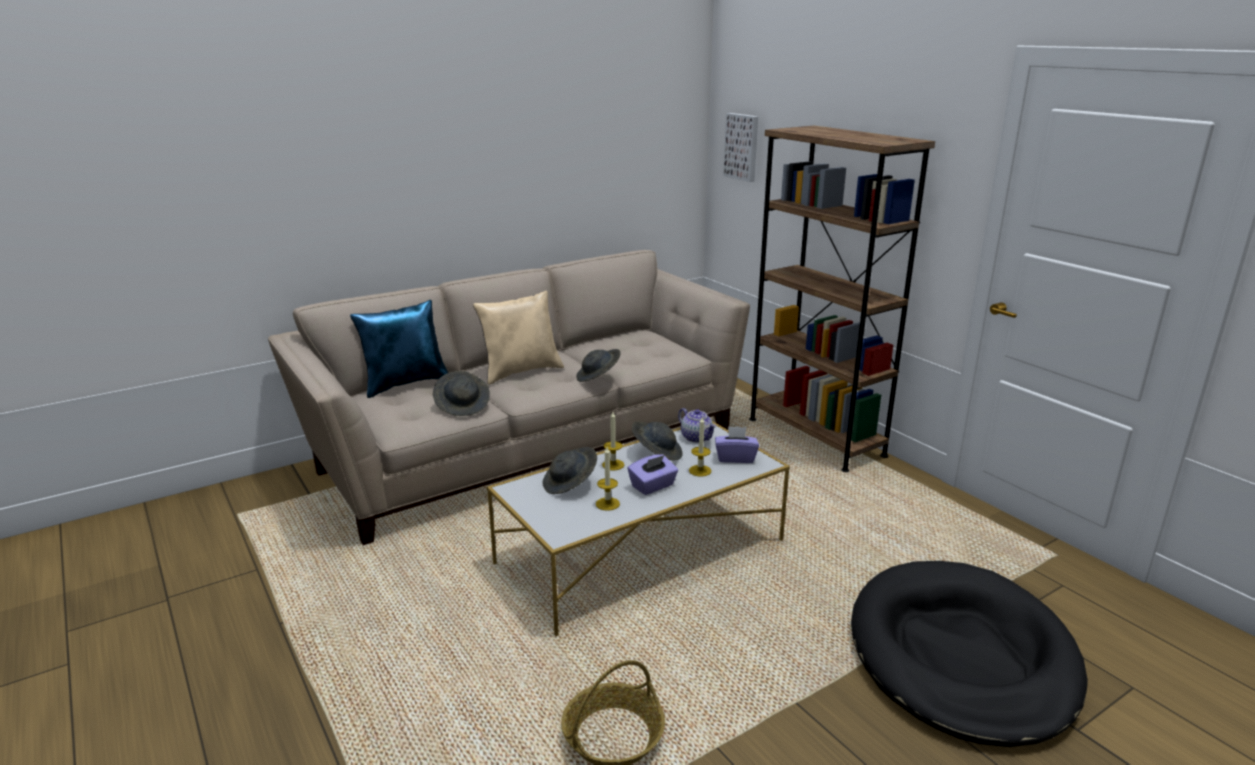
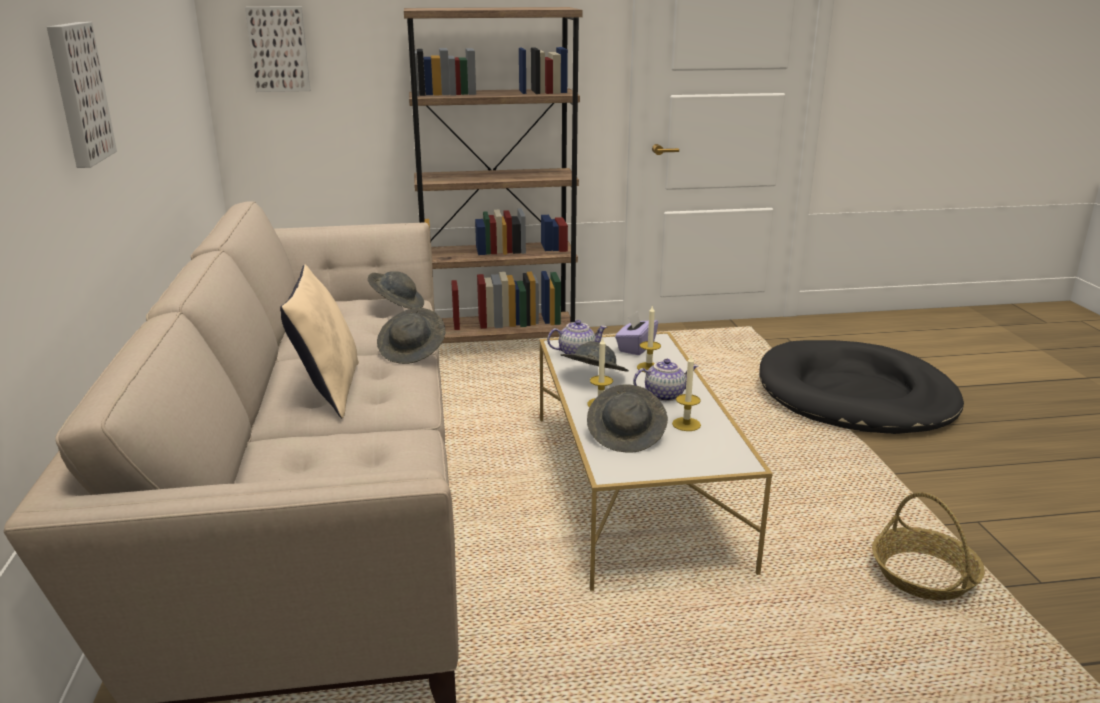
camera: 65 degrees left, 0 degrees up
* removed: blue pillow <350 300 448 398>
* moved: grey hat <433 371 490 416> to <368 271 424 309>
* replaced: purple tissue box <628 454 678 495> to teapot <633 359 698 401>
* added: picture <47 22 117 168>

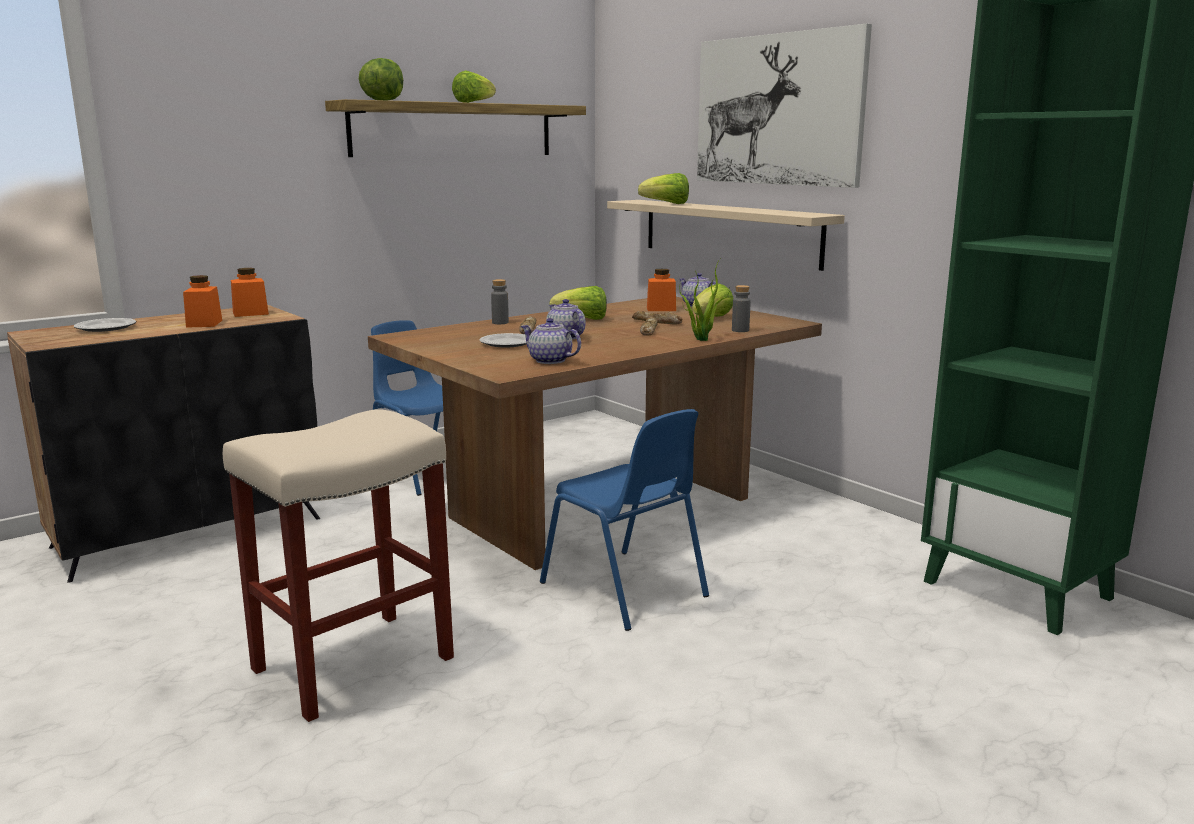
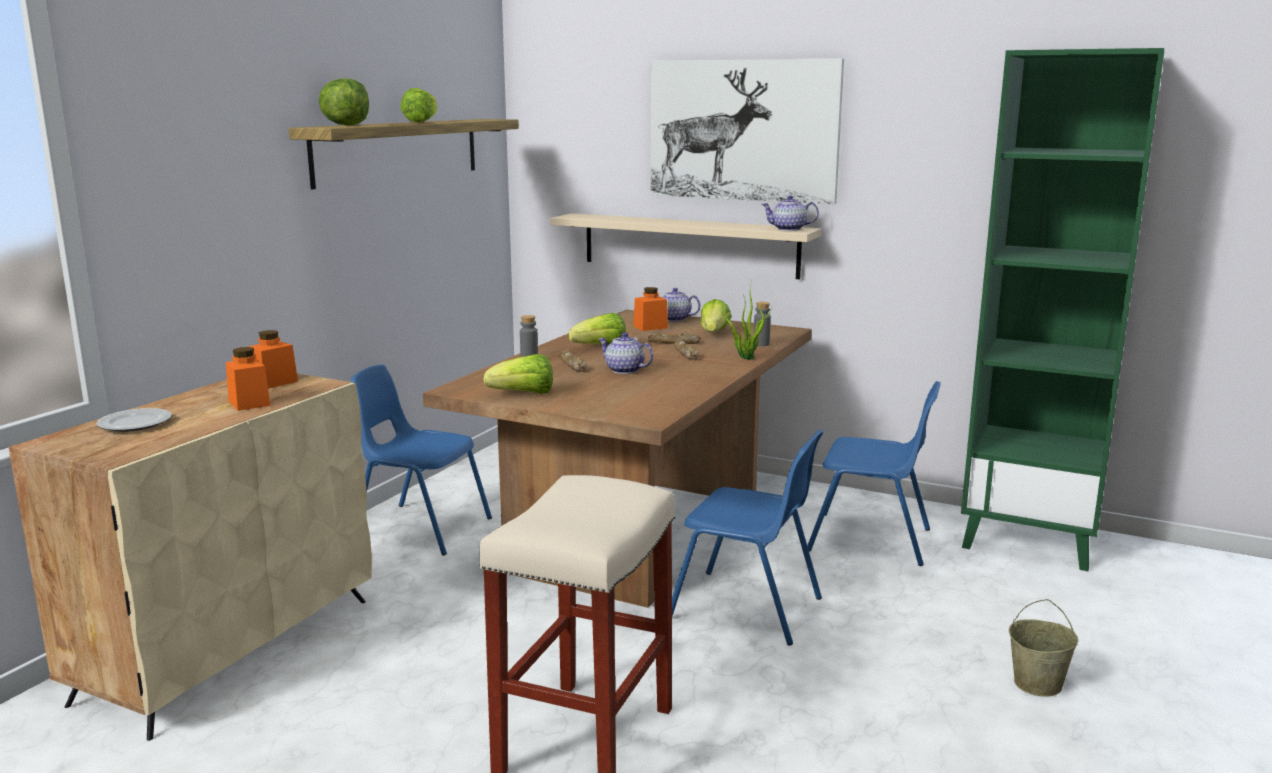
camera: 25 degrees left, 0 degrees up
* moved: lettuce <638 173 689 204> to <483 354 553 394>
* recoloured: black cabinet <7 305 320 583> to beige cabinet <9 374 372 741>
* moved: teapot <521 318 581 364> to <761 195 819 231>
* removed: plate <479 333 526 348>
* added: blue chair <807 381 941 566>
* added: beige bucket <1009 599 1079 697>

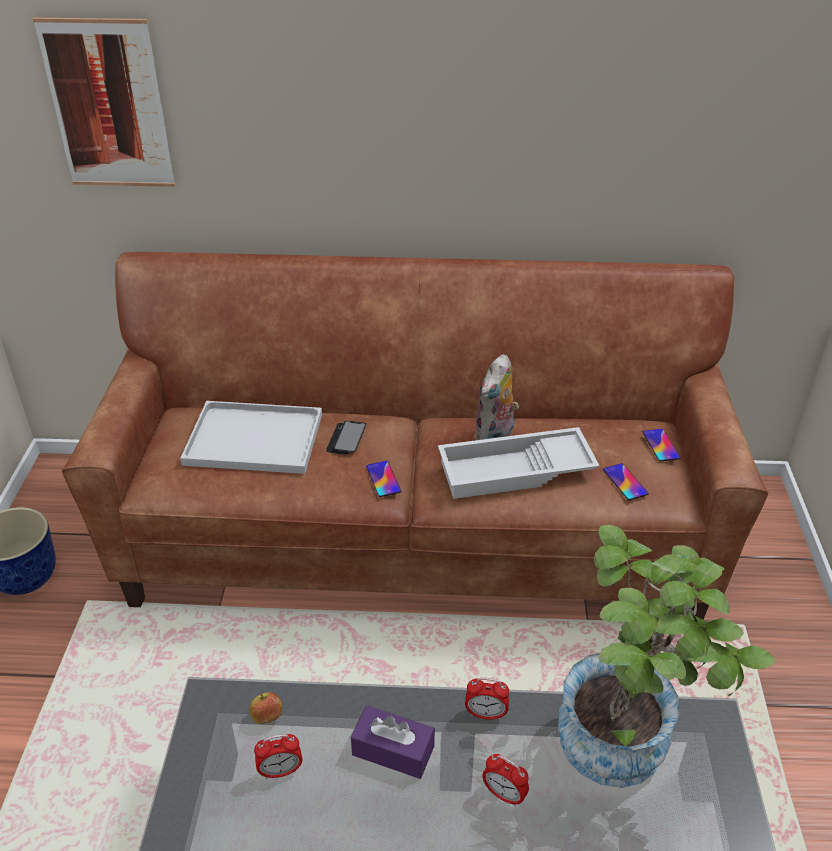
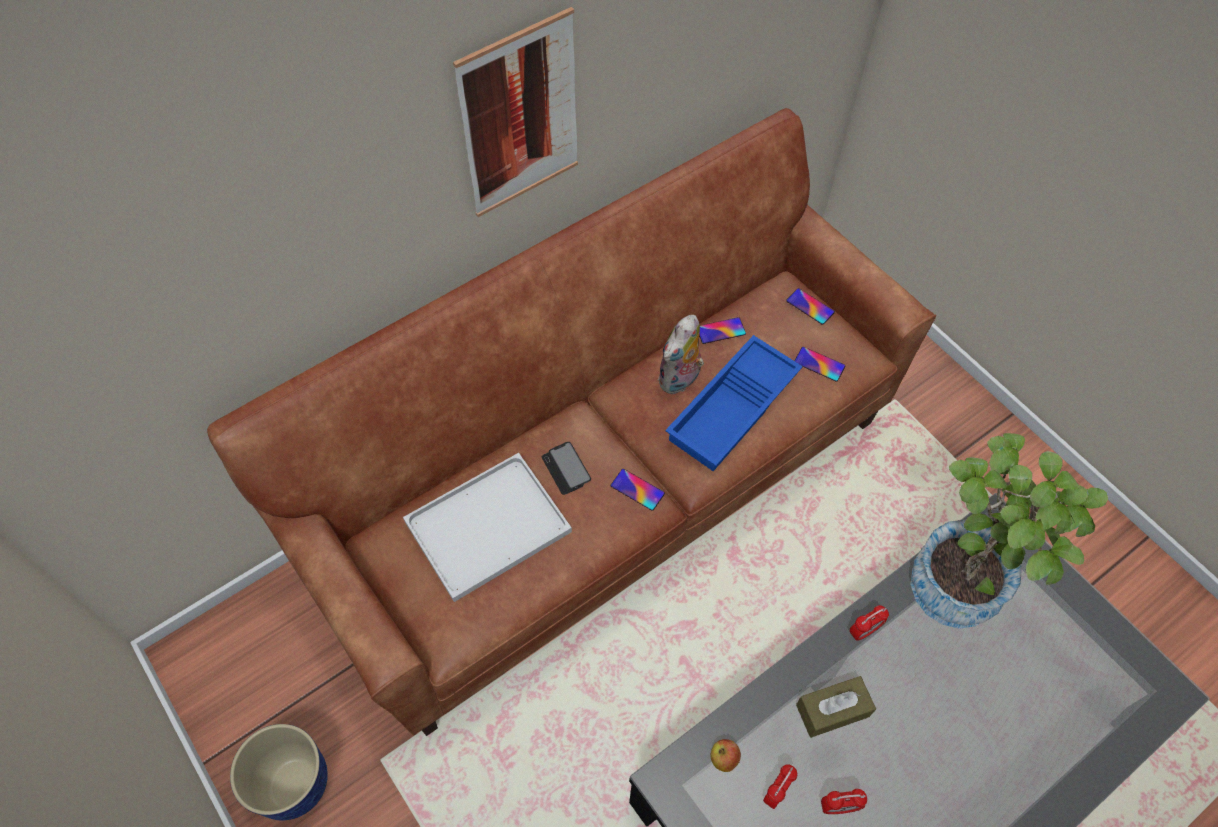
camera: 40 degrees left, 20 degrees up
* moved: picture <33 18 176 187> to <453 7 578 217>
* turned: plush toy <474 354 519 440> = <658 315 704 395> 45 degrees clockwise
* recoloured: white tray <438 427 600 499> to blue tray <665 335 803 471>
* recoloured: purple tissue box <351 705 435 779> to brown tissue box <796 676 876 738>
* moved: alarm clock <482 754 529 806> to <821 789 867 814>
* added: phone <699 317 746 344>

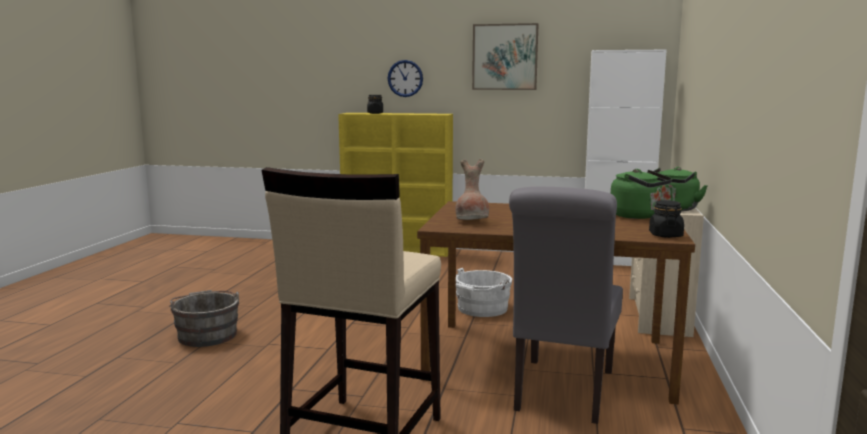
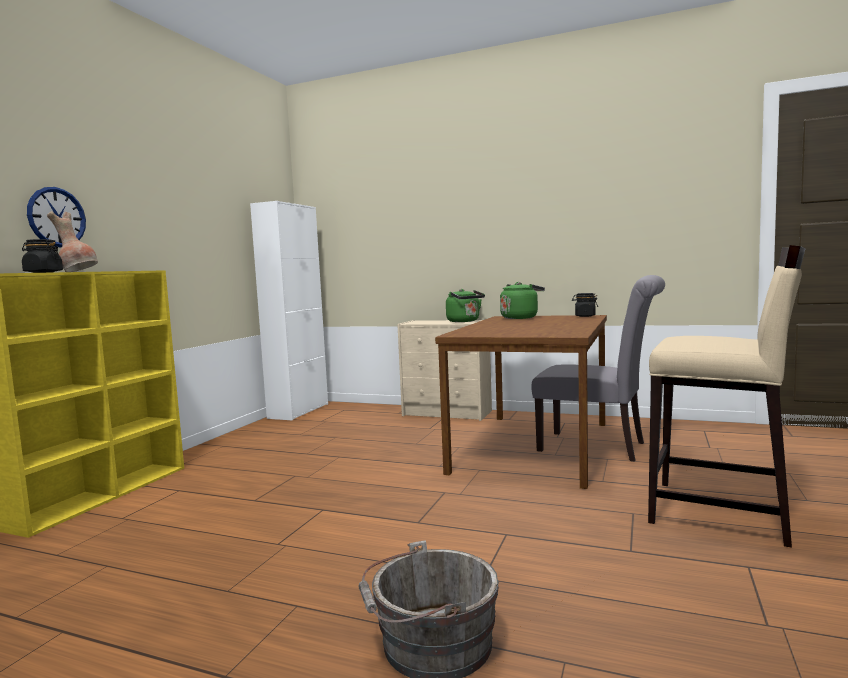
camera: 80 degrees left, 5 degrees down
* removed: picture <472 23 538 90>
* moved: brown vase <455 159 489 220> to <47 211 98 272>
* removed: white bucket <456 268 512 317>

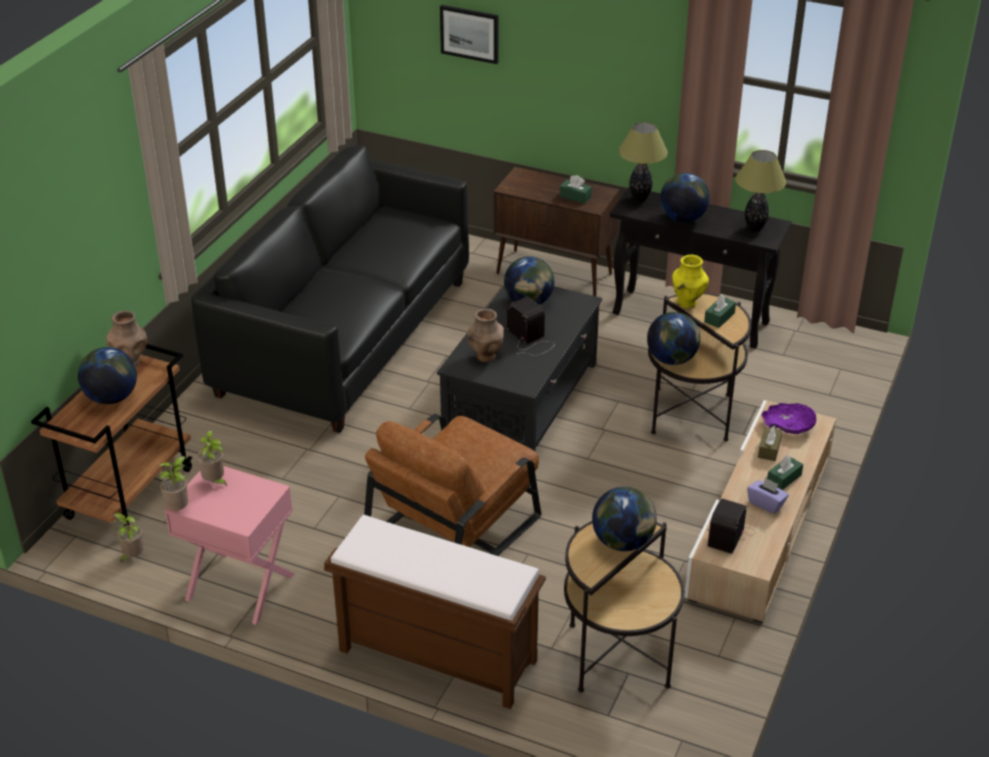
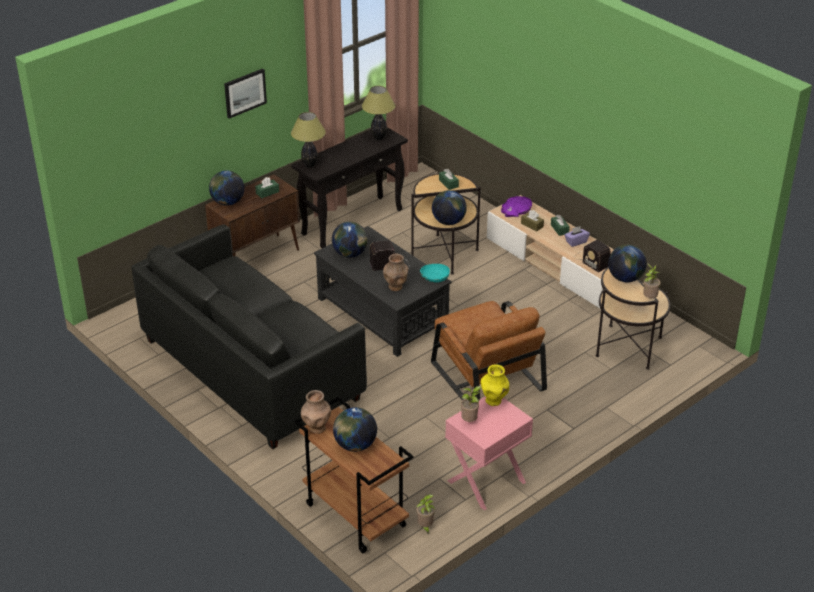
camera: 65 degrees left, 0 degrees up
* moved: picture <440 5 499 64> to <224 68 267 119>
* moved: globe <660 173 710 222> to <209 170 244 206>
* moved: yellow vase <672 255 709 308> to <480 364 509 406>
* moved: potted plant <159 456 188 511> to <643 263 661 298>
* removed: brown bench <324 515 546 709>
* added: turquoise bowl <420 264 450 283>

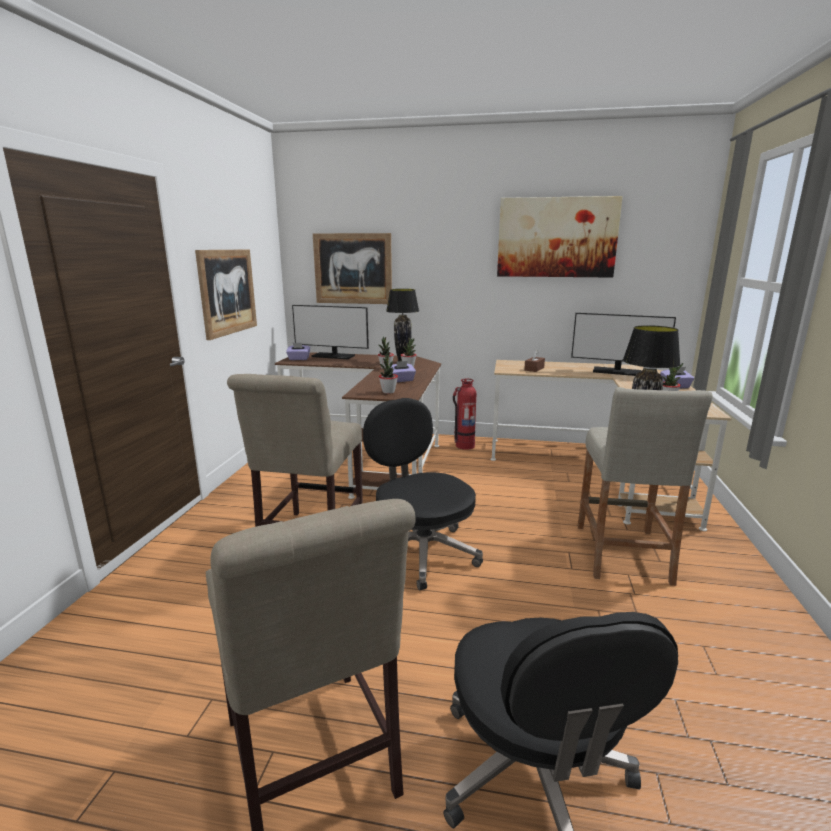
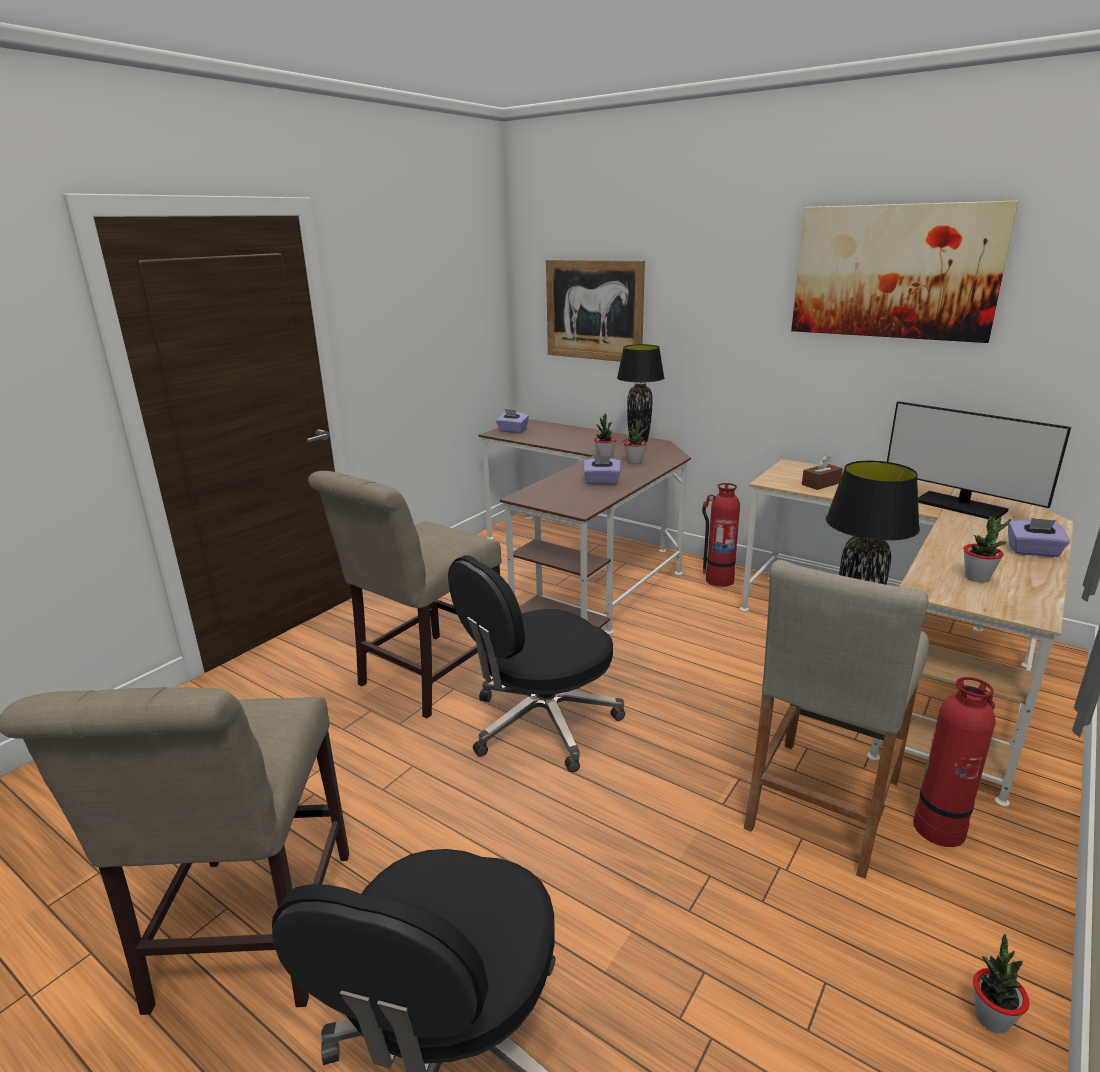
camera: 25 degrees right, 5 degrees up
* removed: picture <195 249 257 340>
* removed: monitor <292 305 369 359>
* moved: potted plant <379 354 398 394> to <973 934 1030 1033>
* turned: black office chair <363 398 483 591> = <448 555 625 772> 120 degrees counterclockwise
* added: fire extinguisher <913 677 996 847>

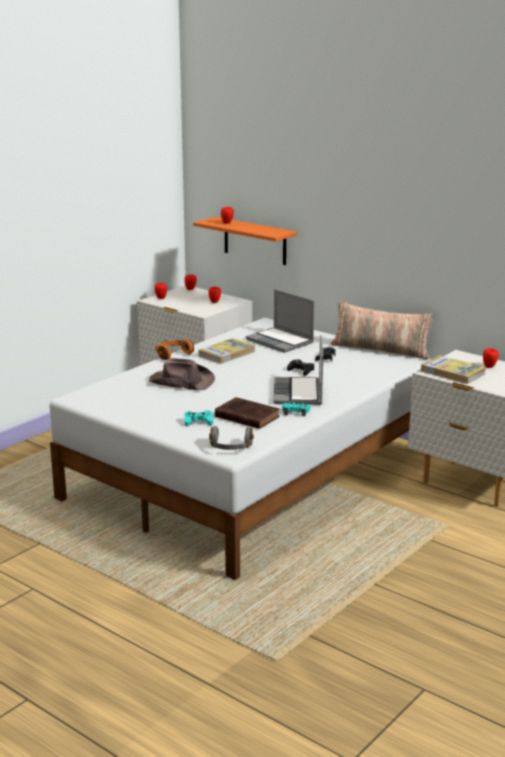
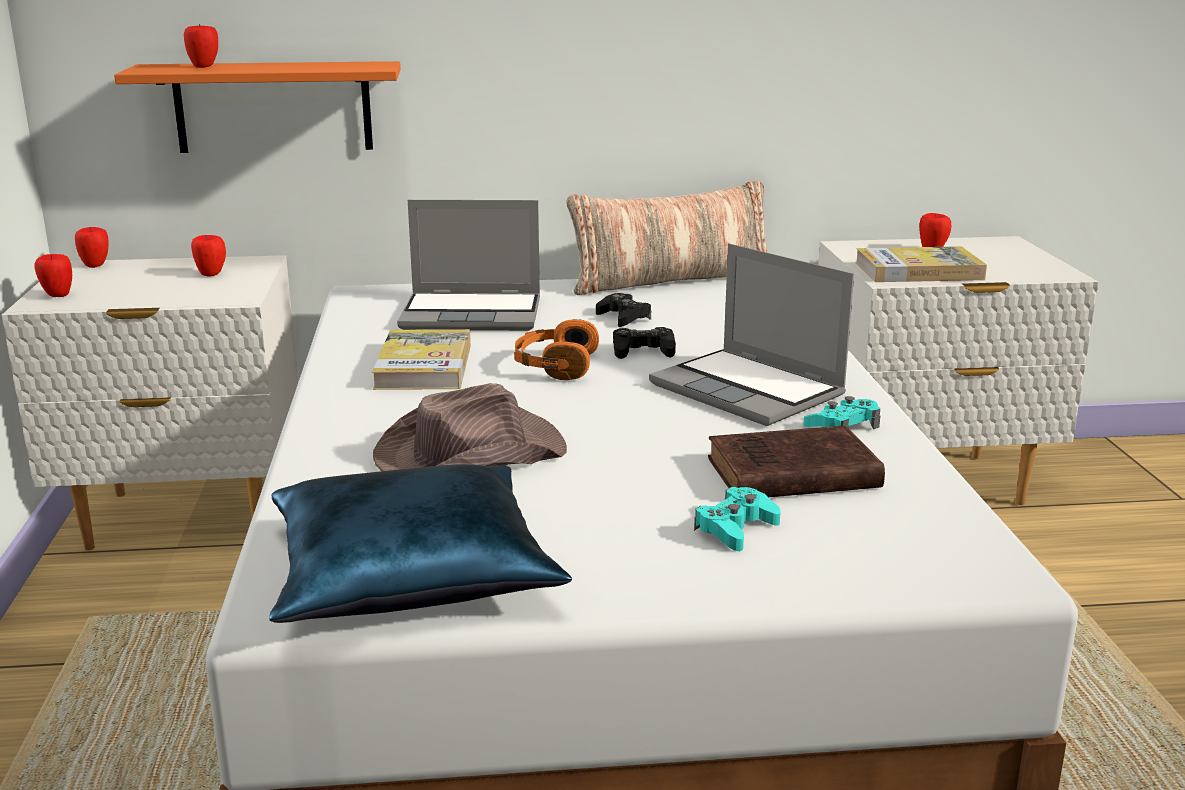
camera: 45 degrees left, 0 degrees up
* moved: orange headphones <156 339 194 360> to <514 319 599 380>
* removed: grey headphones <209 426 254 450>
* added: blue pillow <269 464 572 623>

